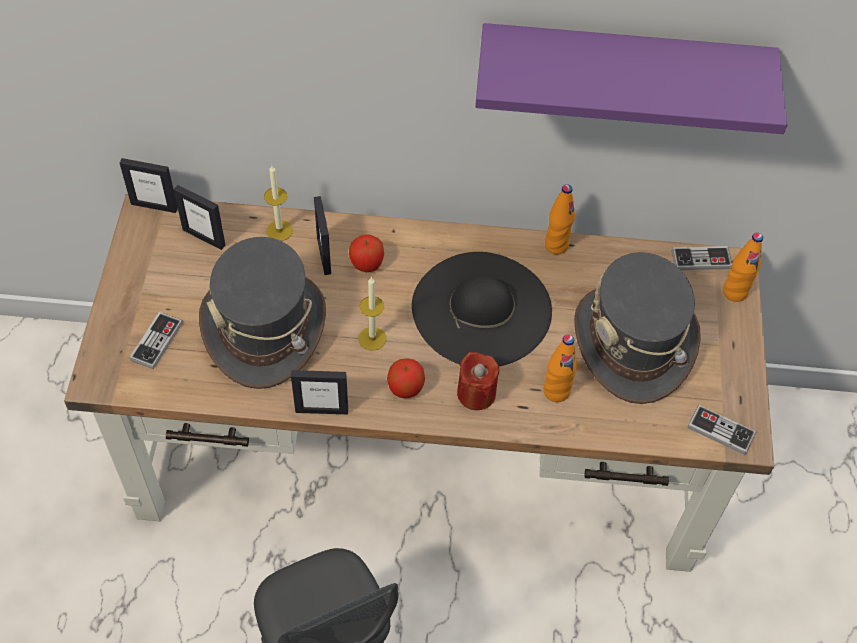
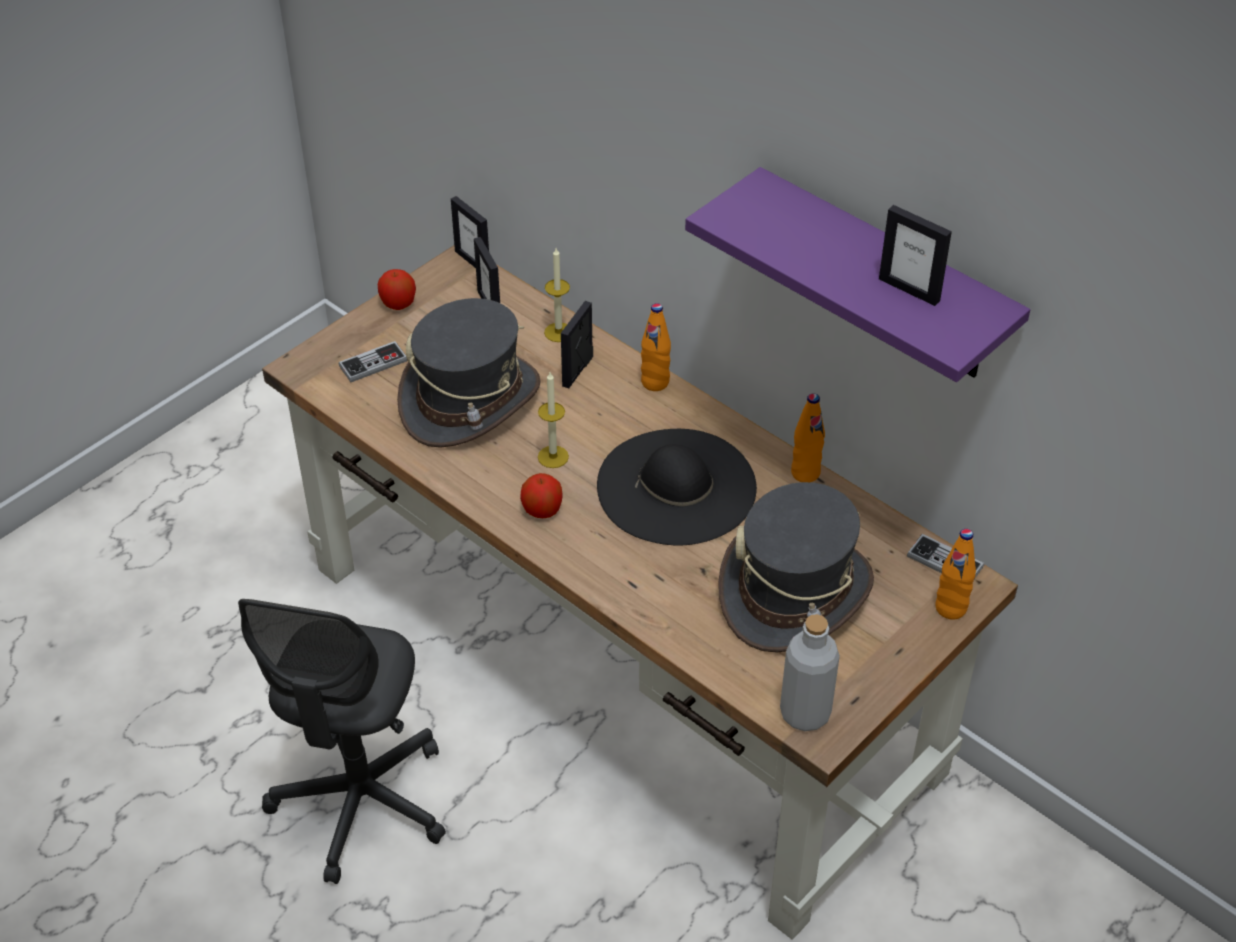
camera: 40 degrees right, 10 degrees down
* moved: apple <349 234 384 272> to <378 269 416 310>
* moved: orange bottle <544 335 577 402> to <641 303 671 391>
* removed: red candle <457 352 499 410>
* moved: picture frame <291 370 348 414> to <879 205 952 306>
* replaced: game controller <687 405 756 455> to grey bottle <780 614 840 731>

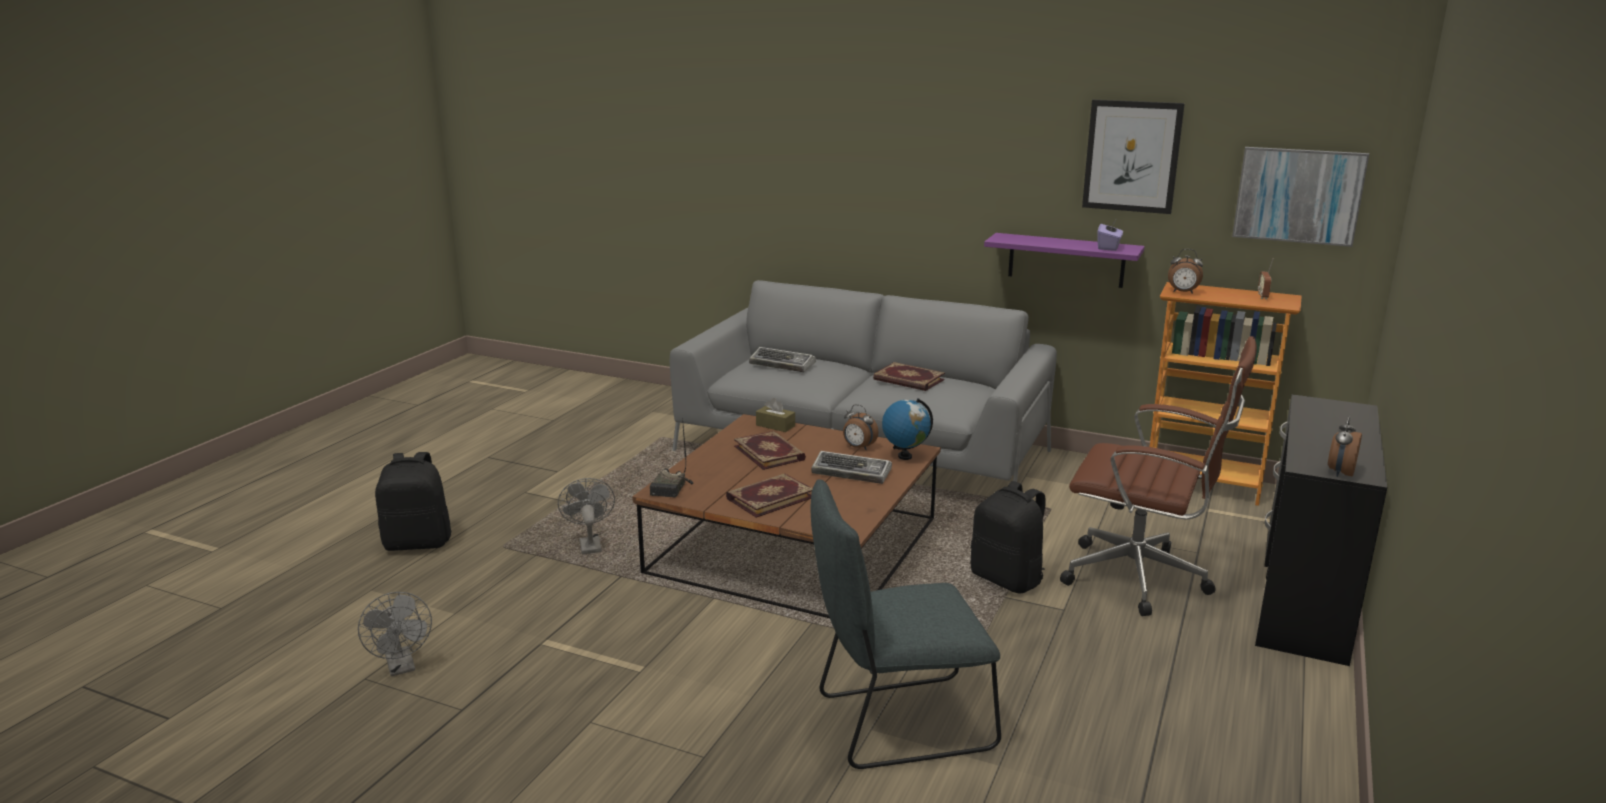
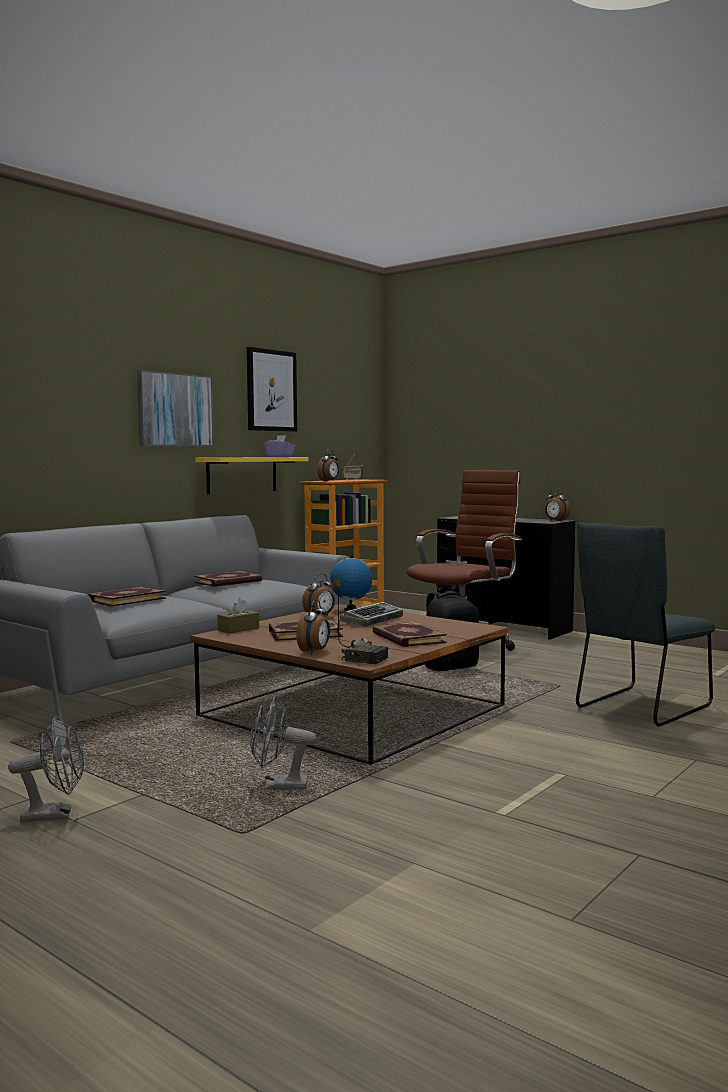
camera: 75 degrees left, 15 degrees down
* moved: picture <1232 147 1369 247> to <137 370 214 446>
* recoloured: purple shelf <984 233 1145 288> to yellow shelf <195 457 308 494>
* replaced: keyboard <749 347 816 372> to book <87 587 166 607>
* removed: black backpack <375 452 451 551>
* turned: grey chair <811 479 1001 769> = <576 523 716 727> 45 degrees clockwise
* moved: grey fan <358 592 432 676> to <8 717 84 822>
* added: alarm clock <296 599 330 654>

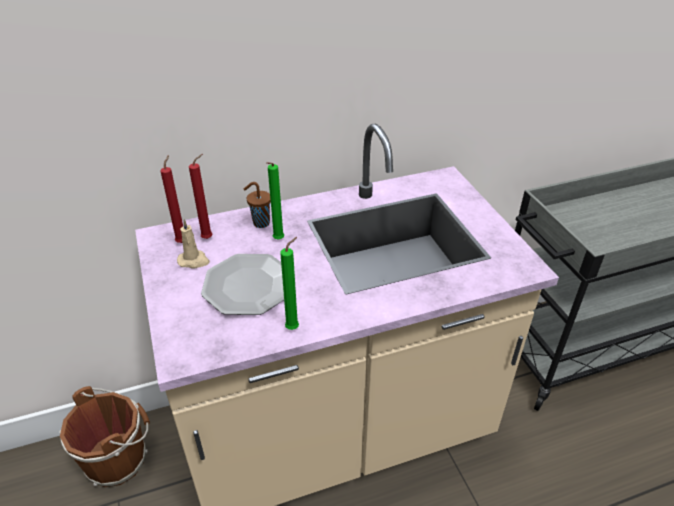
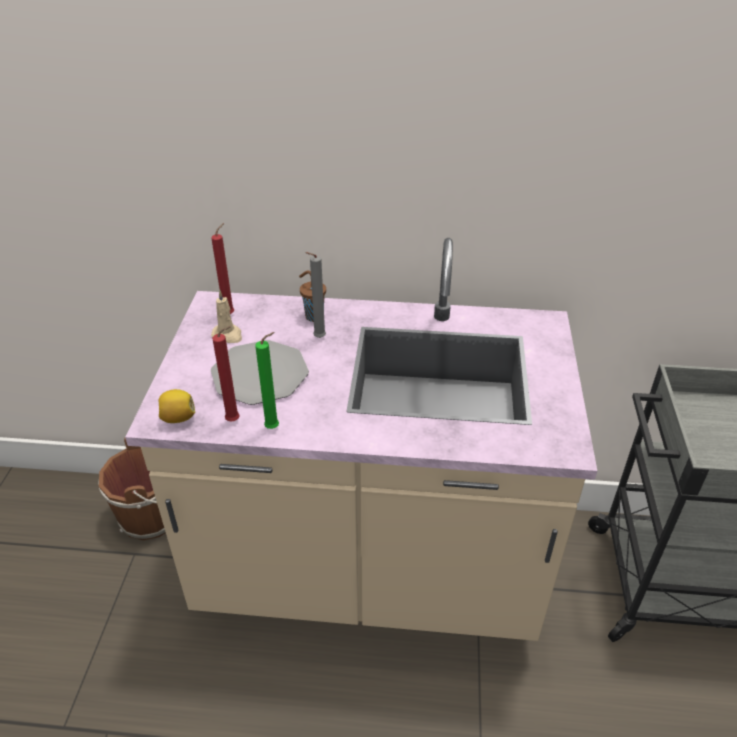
camera: 25 degrees right, 0 degrees up
* moved: red candle <189 154 212 239> to <212 326 240 422>
* recoloured: green candle <266 162 284 240> to grey candle <305 252 326 338>
* added: lemon <159 389 195 423>

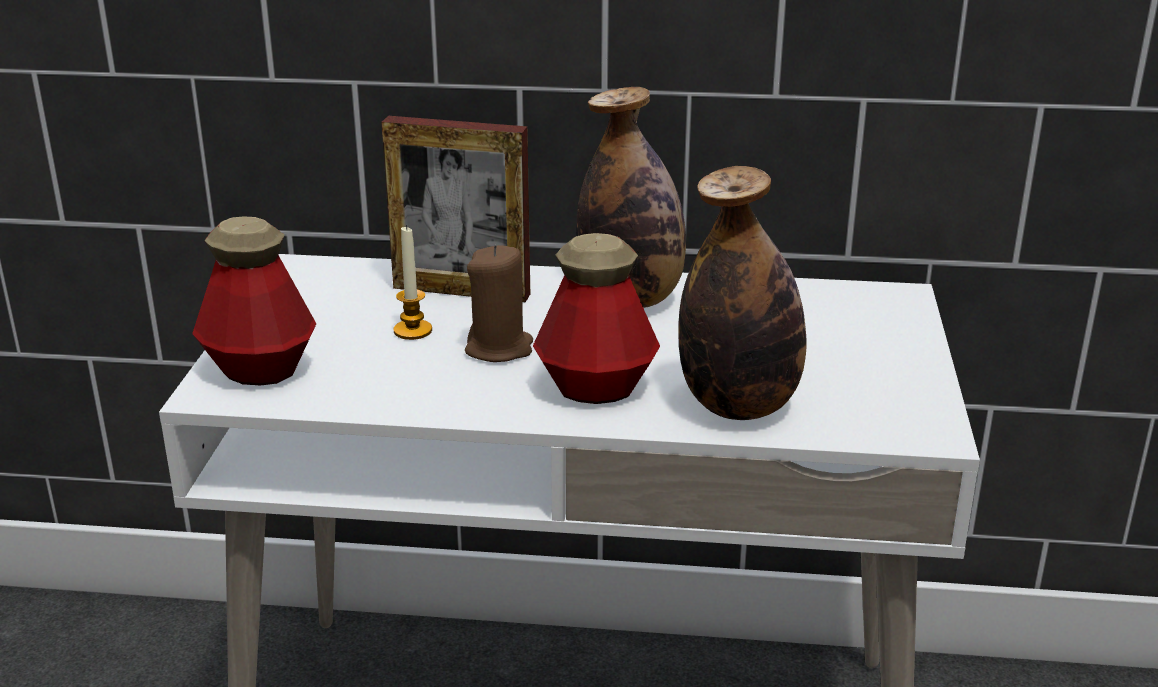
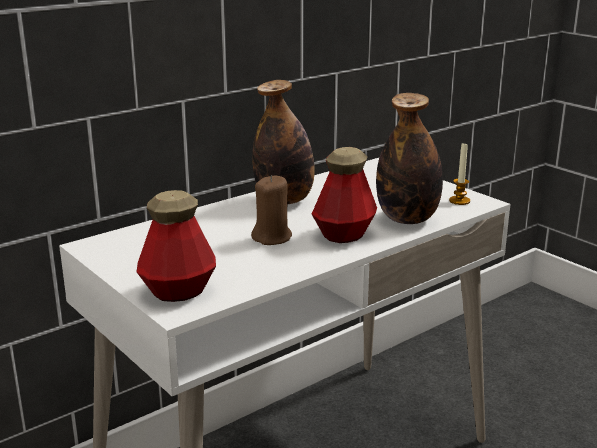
camera: 45 degrees left, 5 degrees down
* removed: picture frame <382 116 530 302>
* moved: candle <394 225 432 340> to <449 142 470 205>

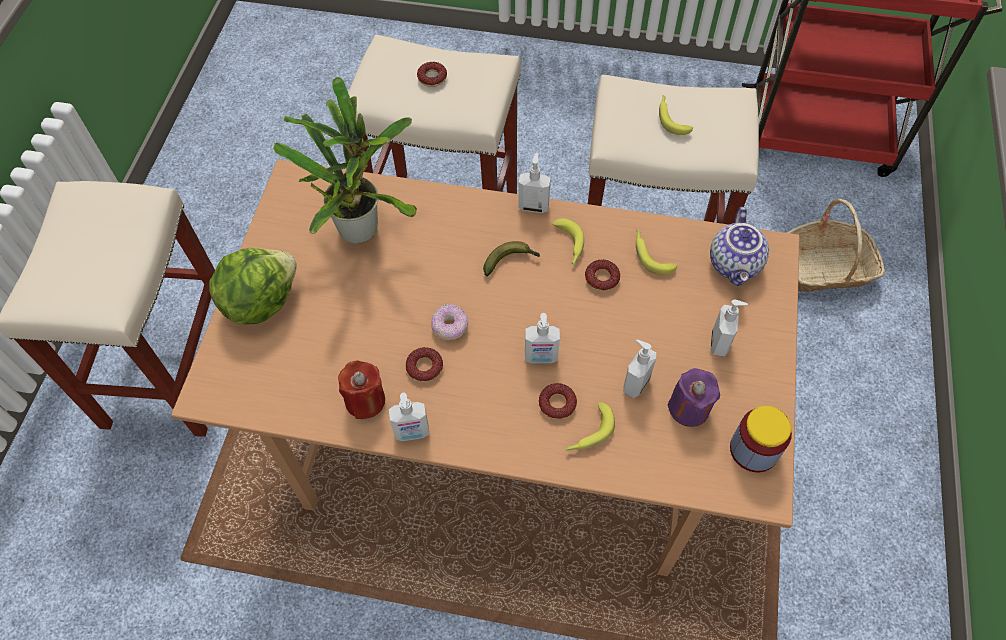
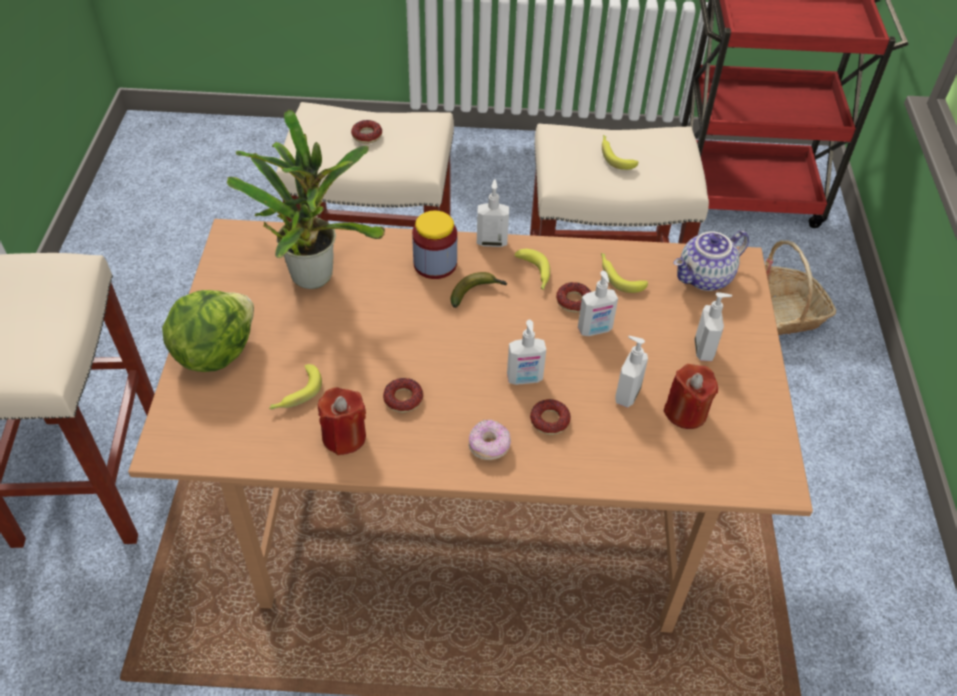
camera: 10 degrees left, 10 degrees down
* turned: teapot <710 207 769 286> = <674 230 749 291> 60 degrees clockwise
* moved: donut <431 304 468 340> to <468 420 511 460>
* recoloured: purple candle <667 368 720 427> to red candle <663 364 718 429>
* moved: soap dispenser <389 392 429 441> to <578 271 618 336>
* moved: banana <566 402 615 451> to <269 364 322 409>
* moved: jar <730 406 792 472> to <412 211 457 279>

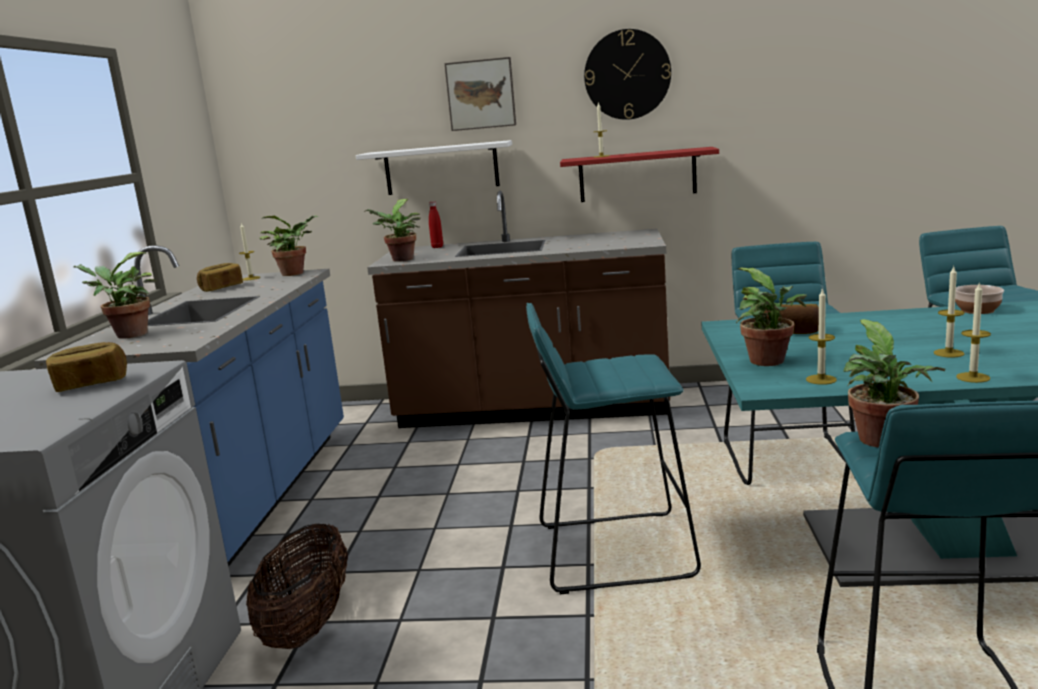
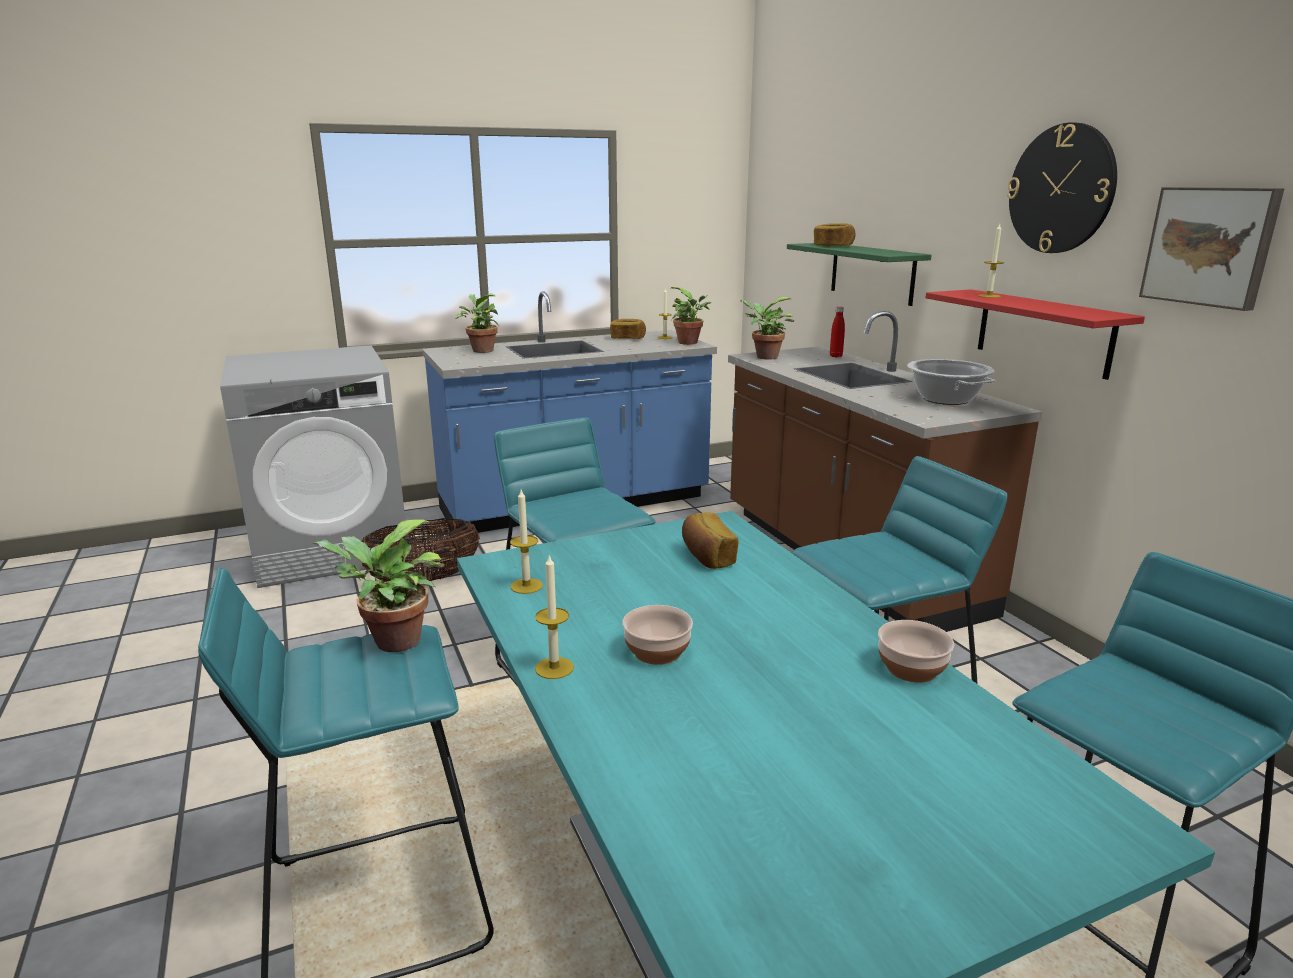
camera: 60 degrees right, 5 degrees up
* moved: picture <444 57 516 131> to <1139 187 1285 311>
* recoloured: white shelf <356 140 512 195> to green shelf <787 243 932 306>
* replaced: candle <934 267 965 358> to bowl <622 605 693 665>
* removed: potted plant <736 268 807 366>
* moved: bread <46 342 127 392> to <814 223 856 246>
* added: cooking pot <907 359 995 405>

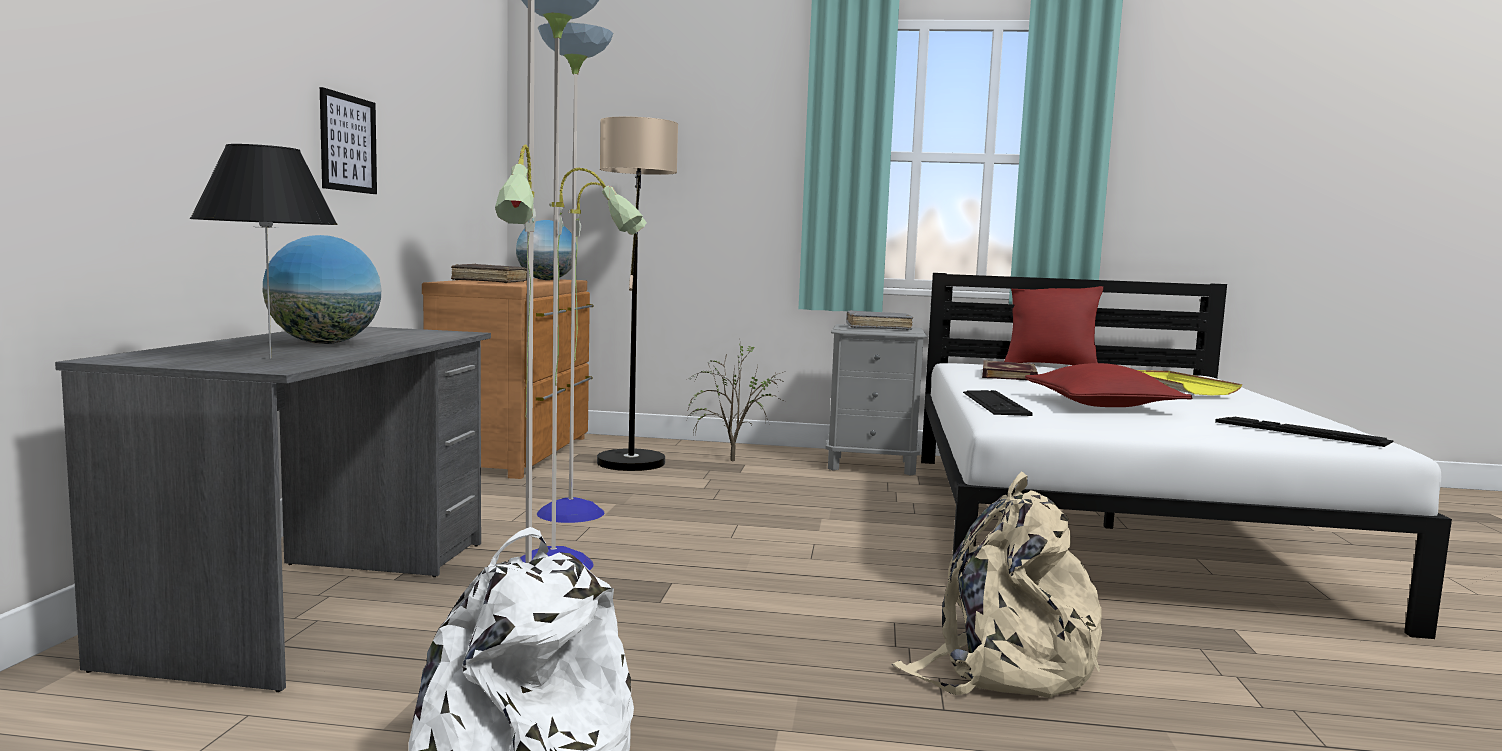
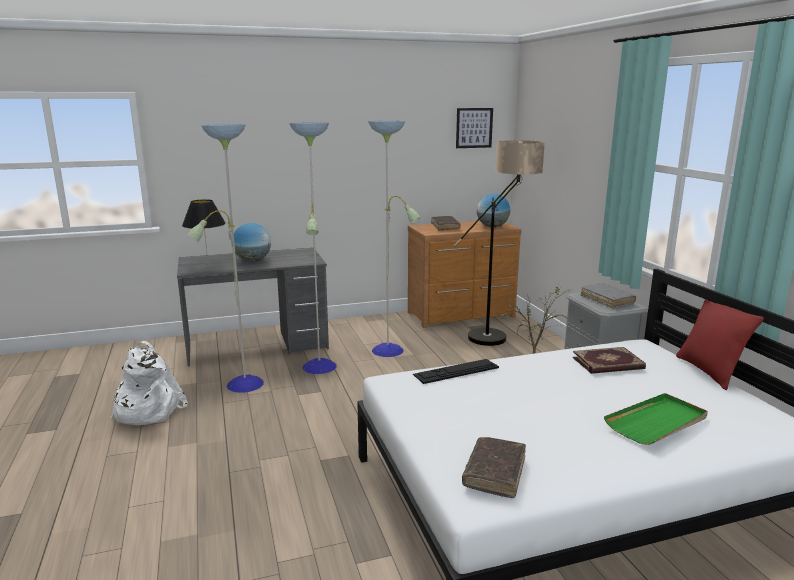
camera: 65 degrees right, 10 degrees up
* moved: picture <320 87 377 194> to <456 108 493 148>
* removed: red pillow <1025 363 1192 407>
* recoloured: yellow tray <1138 370 1243 395> to green tray <604 393 708 445>
* replaced: keyboard <1215 417 1394 447> to brown book <462 437 526 498>
* removed: beige backpack <892 471 1102 698>

